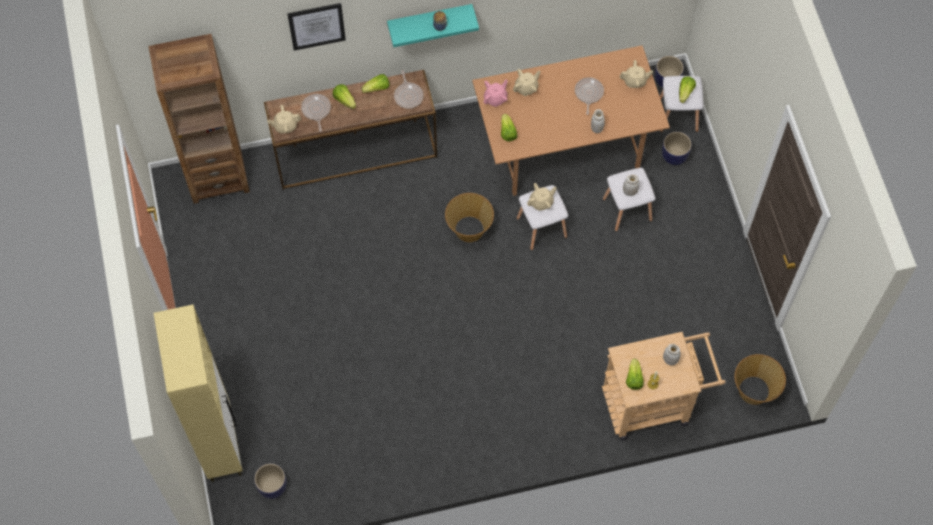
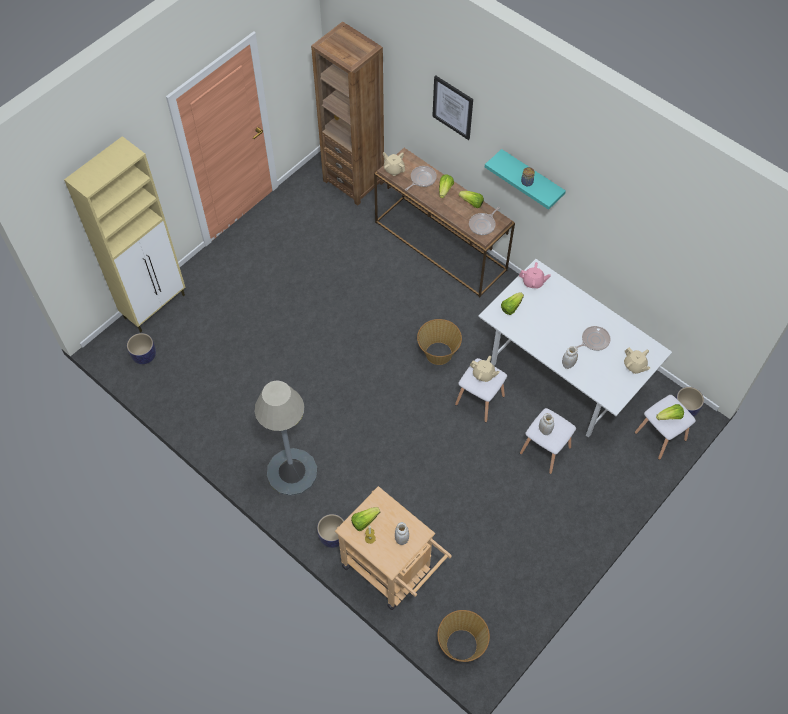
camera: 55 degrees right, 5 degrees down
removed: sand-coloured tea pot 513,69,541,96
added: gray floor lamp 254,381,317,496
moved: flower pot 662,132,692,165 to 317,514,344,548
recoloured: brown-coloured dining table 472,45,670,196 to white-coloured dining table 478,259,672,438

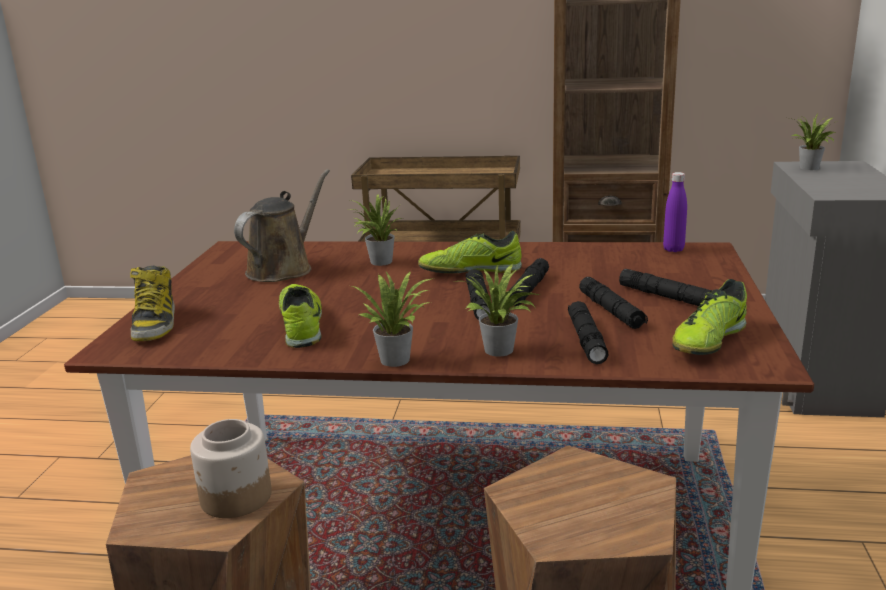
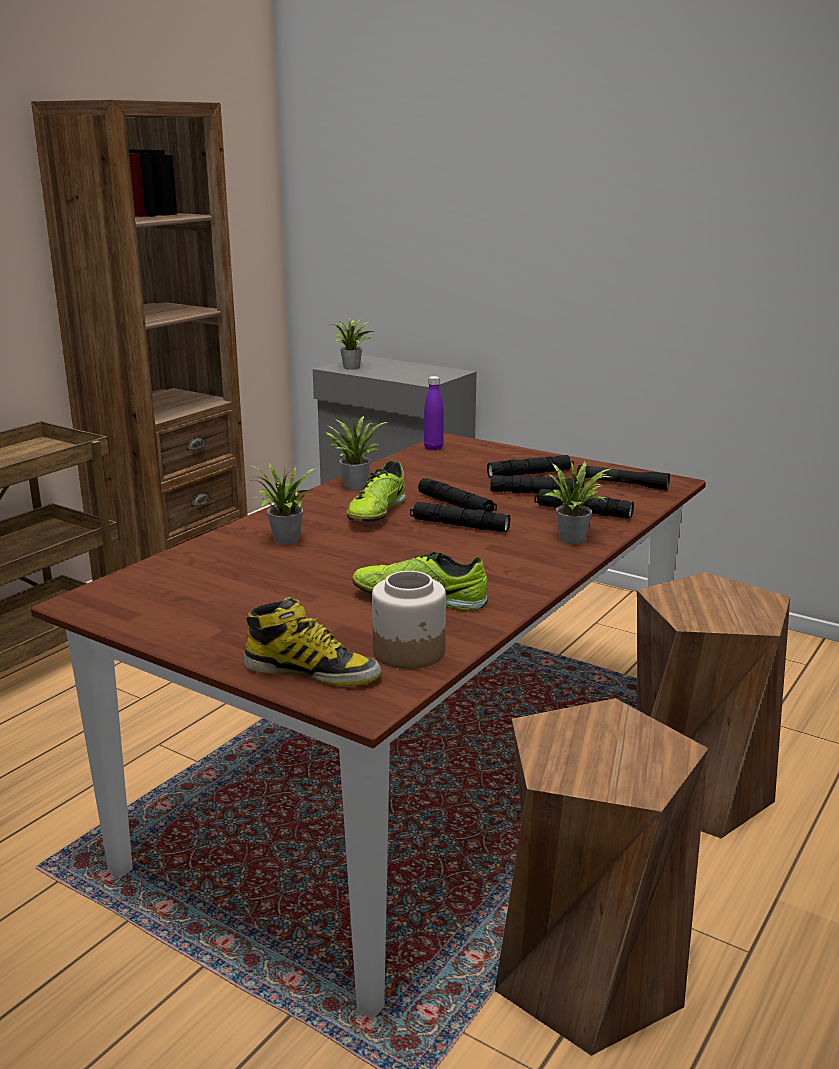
camera: 65 degrees left, 0 degrees up
removed: brown-coloured watering can 234,169,330,282
moved: potted plant 352,271,431,367 to 325,416,388,490; storage jar 190,419,272,518 to 372,571,446,669
replaced: low shoe 672,279,747,355 to black flashlight 577,465,670,490

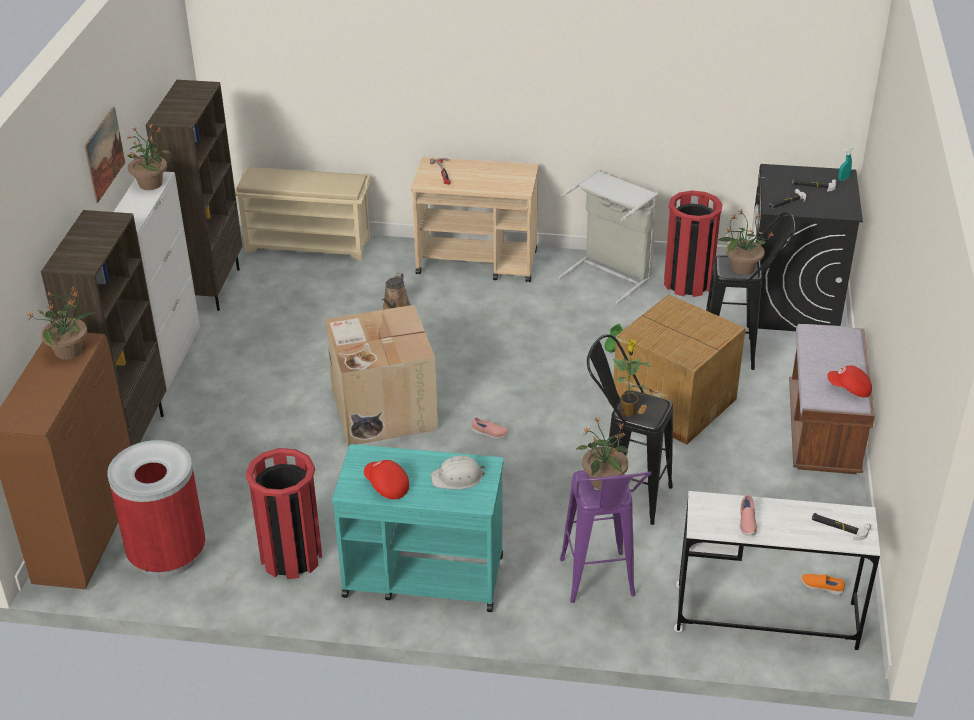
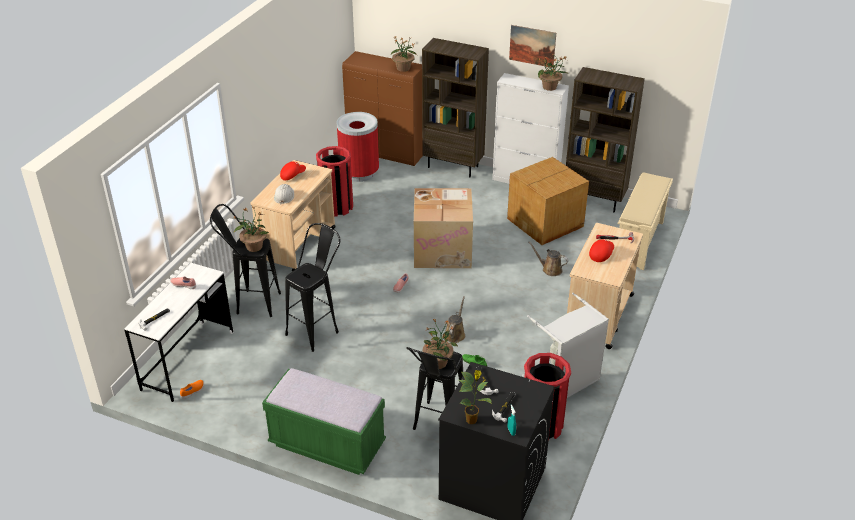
camera: 105 degrees right, 0 degrees up
added: brown-coloured watering can 445,296,465,343
moved: cardboard box 612,294,746,445 to 507,157,589,245; potted plant 613,340,652,417 to 459,370,492,424; reddish cap 827,365,872,398 to 589,239,614,262
recoloured: brown-coloured long seat 789,324,875,474 to green long seat 262,368,386,475; turquoise wheeled cart 332,444,504,612 to sand-coloured wheeled cart 251,160,336,272; purplish stool seat 560,470,652,603 to black stool seat 210,204,281,317

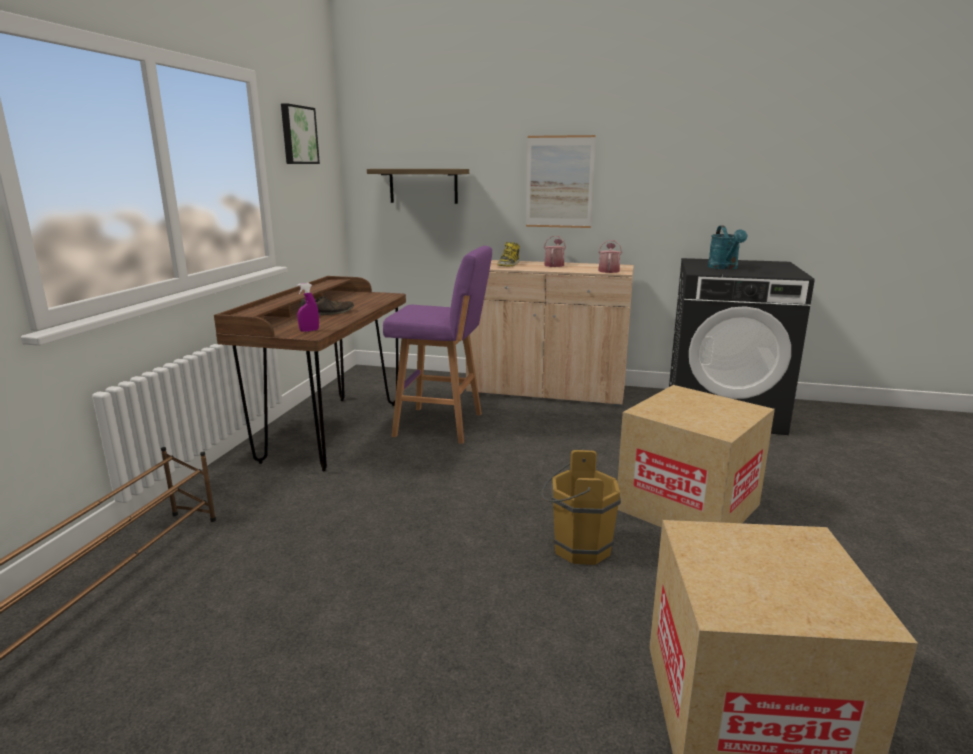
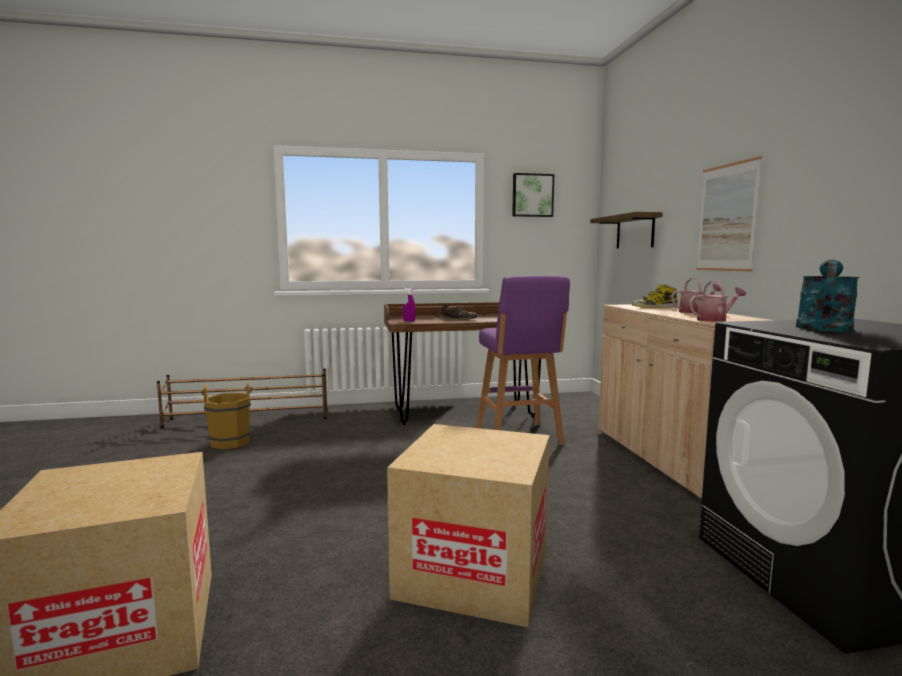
camera: 65 degrees right, 10 degrees down
moved: brown-coloured bucket 541,450,621,565 to 201,381,252,449
turned: turquoise watering can 708,226,747,269 = 796,260,860,332 150 degrees clockwise

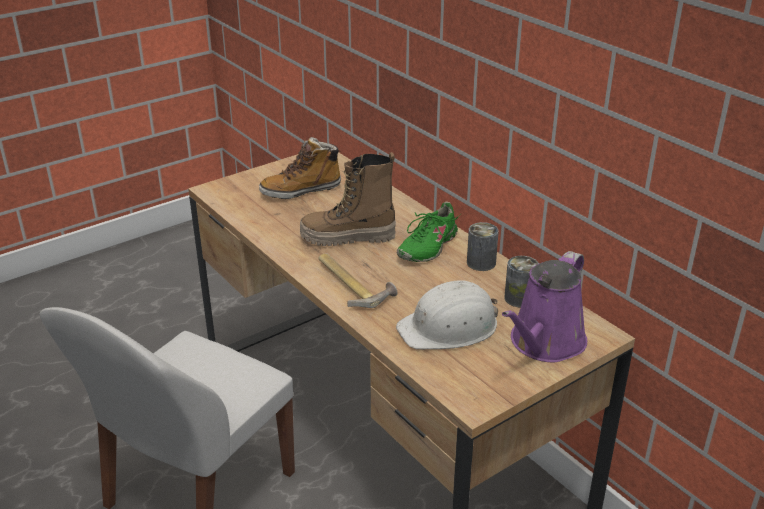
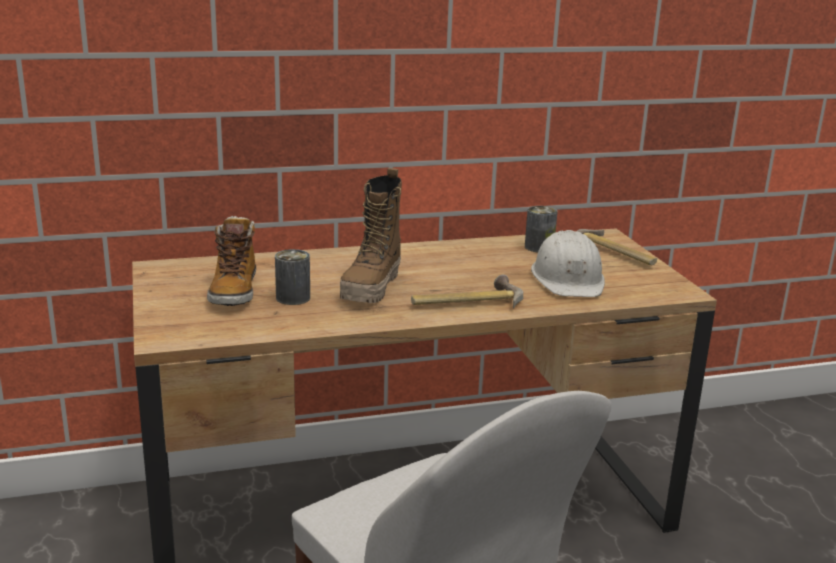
camera: 70 degrees left, 10 degrees down
removed: green low shoe 397,201,462,262
moved: metal can 467,222,499,271 to 275,249,310,305
replaced: purplish watering can 502,251,587,362 to hammer 576,229,657,265

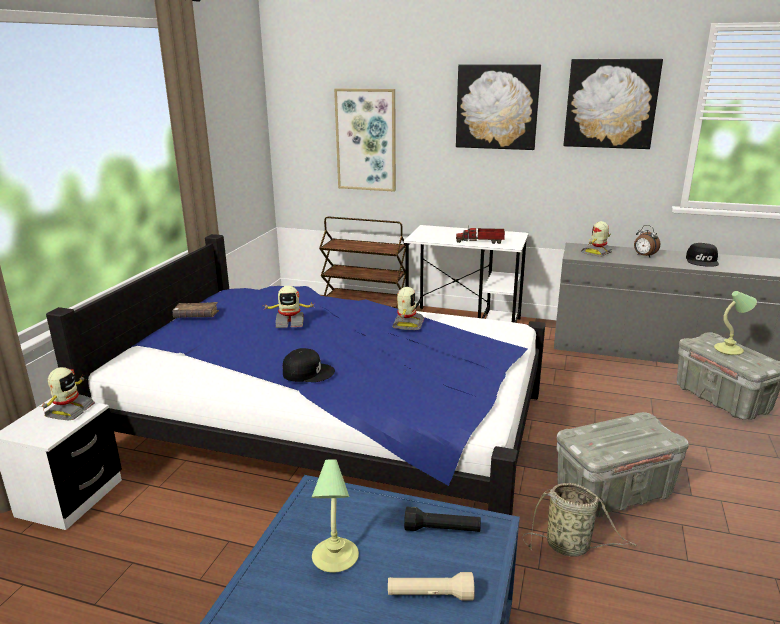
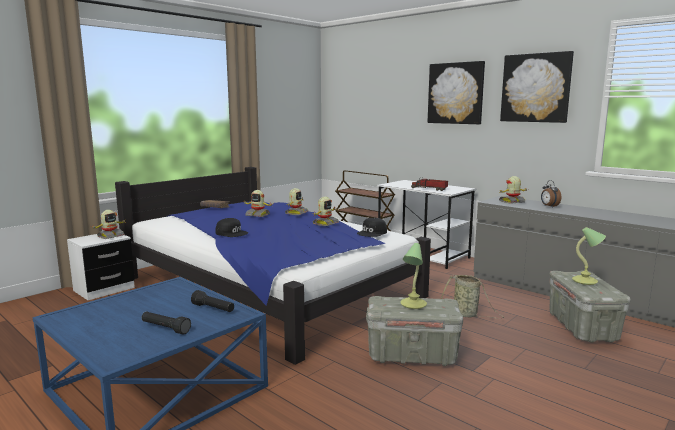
camera: 25 degrees right, 10 degrees down
removed: wall picture 334,88,396,192
added: model robot 285,188,308,215
moved: black cap 686,243,719,267 to 357,218,387,237; tabletop lamp 312,459,359,573 to 400,243,427,309; household basket 523,483,637,557 to 441,275,504,319
recoloured: sand-coloured flashlight 388,572,475,601 to black flashlight 141,311,191,335

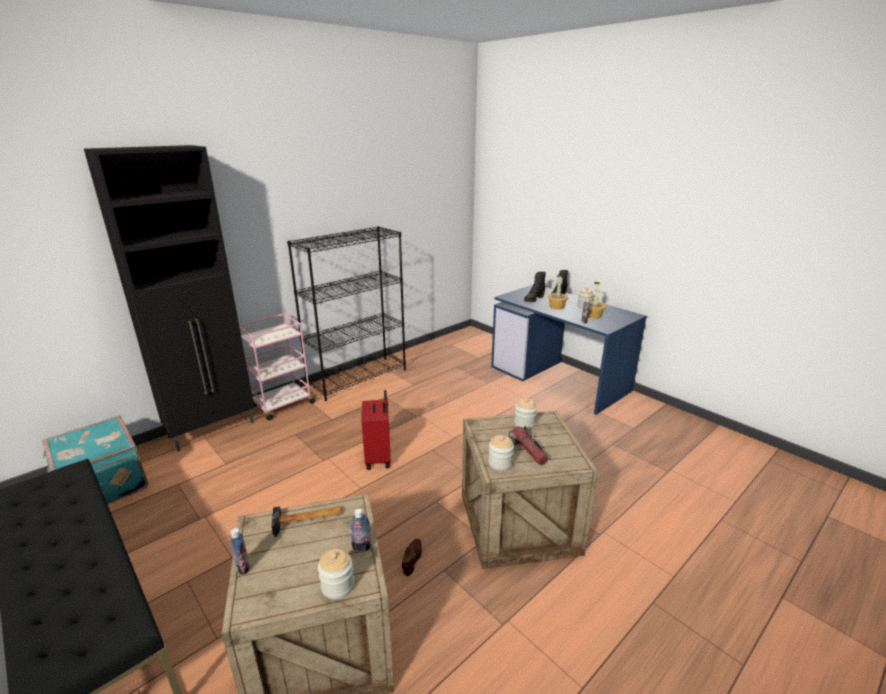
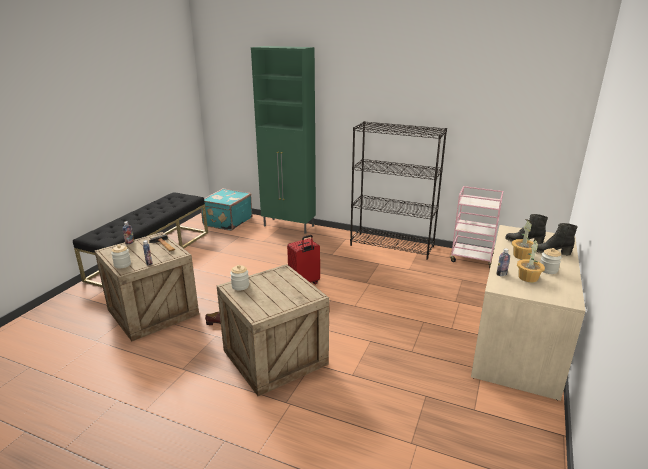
camera: 65 degrees right, 0 degrees up
removed: storage jar 514,398,537,429; flashlight 509,426,548,465
moved: pink-coloured wheeled cart 239,313,318,420 to 450,186,503,268
recoloured: black cupboard 84,145,254,452 to green cupboard 251,46,316,234; blue desk unit 491,285,647,415 to sand-coloured desk unit 471,225,585,401

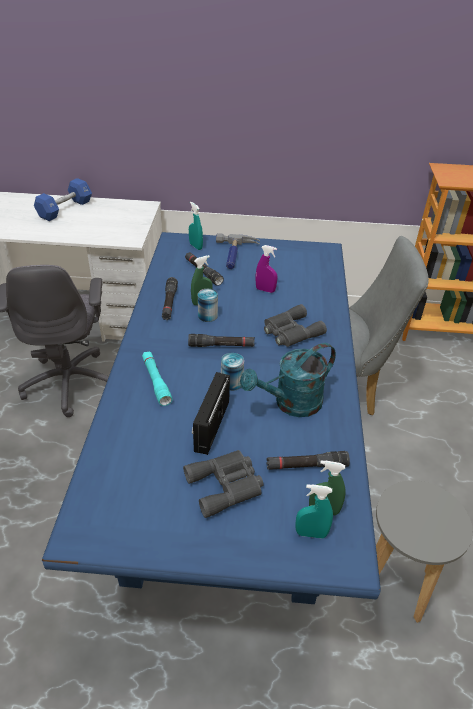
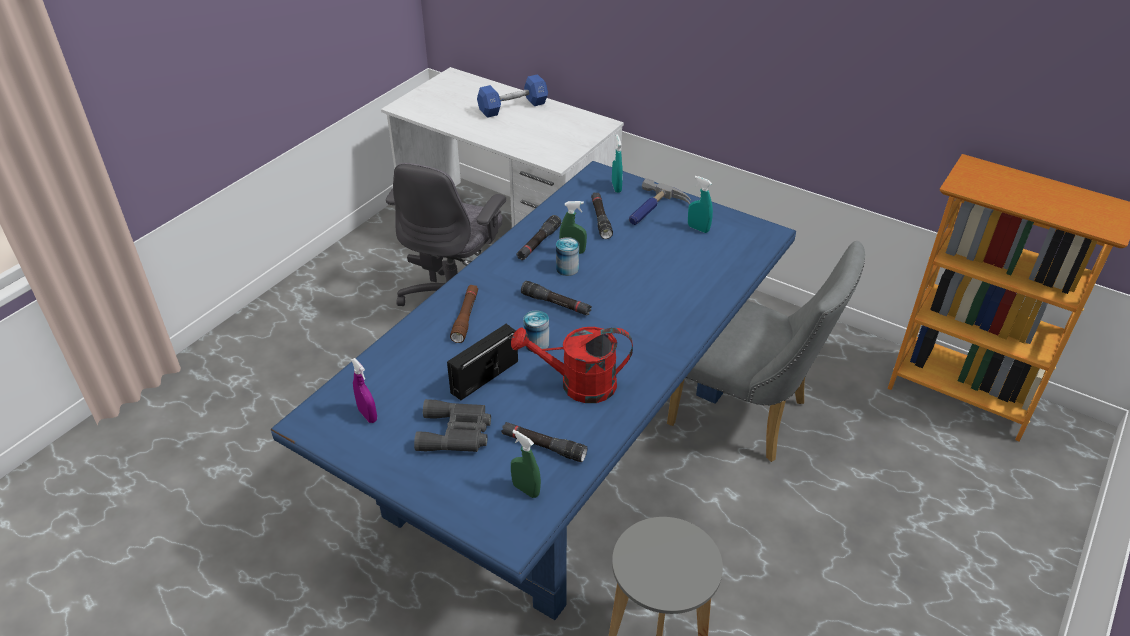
camera: 30 degrees right, 0 degrees up
removed: gray pair of binoculars 264,304,327,347
moved: purplish sprayer 256,245,277,293 to 351,358,377,423; turquoise sprayer 295,484,333,539 to 688,176,713,233
recoloured: turquoise watering can 240,343,336,417 to reddish watering can 511,327,633,403; turquoise flashlight 142,351,172,406 to brown-coloured flashlight 450,285,478,343

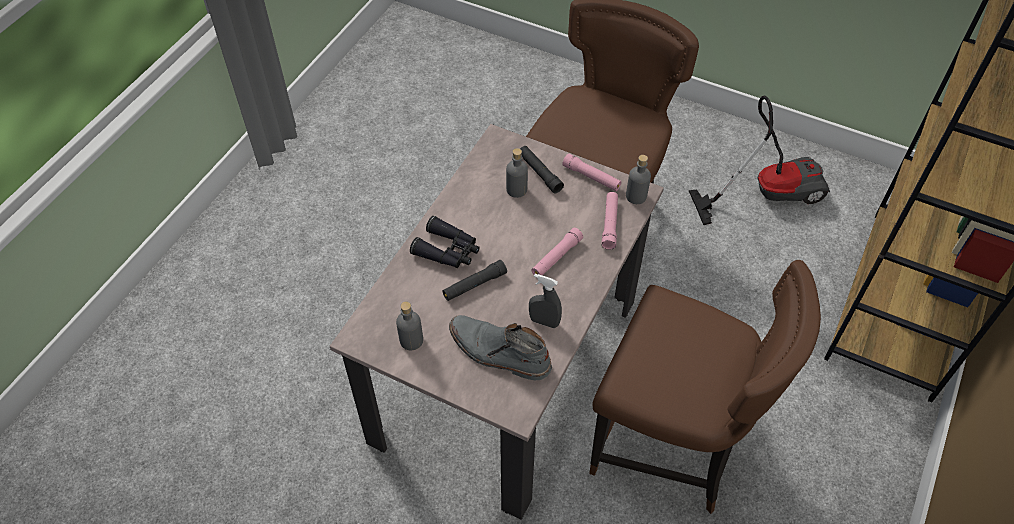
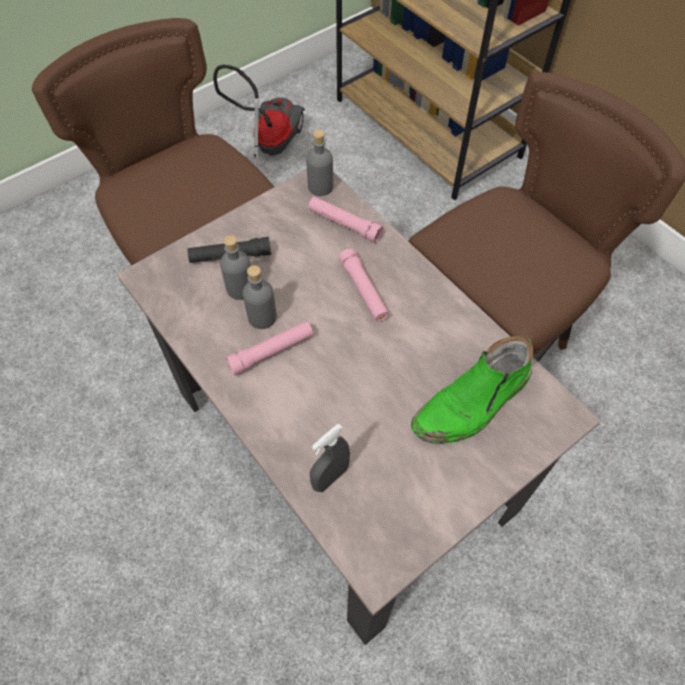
camera: 65 degrees left, 5 degrees up
removed: black pair of binoculars 410,216,480,268; black flashlight 442,260,507,301
moved: pink-coloured flashlight 562,154,621,191 to 226,321,313,375; gray sprayer 529,274,562,328 to 310,423,350,492; gray beverage bottle 396,301,423,350 to 242,265,277,329
recoloured: gray boot 449,315,552,380 to green boot 411,336,533,444

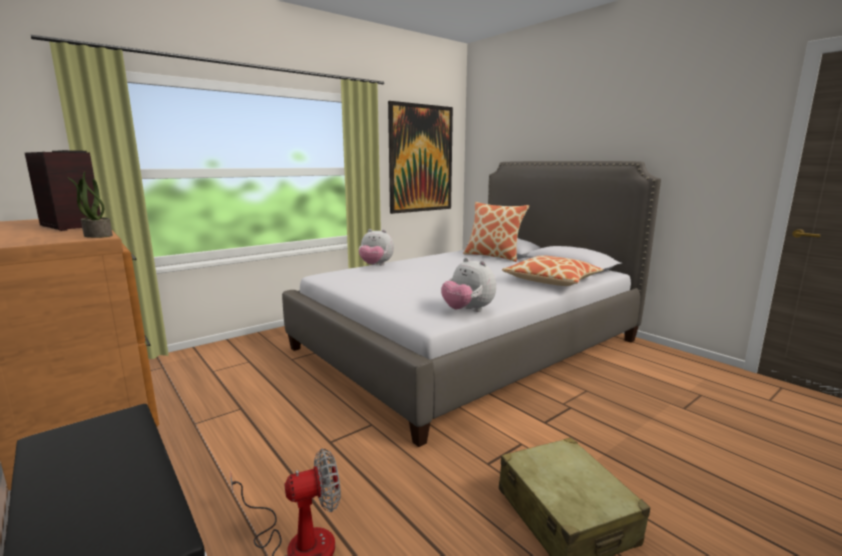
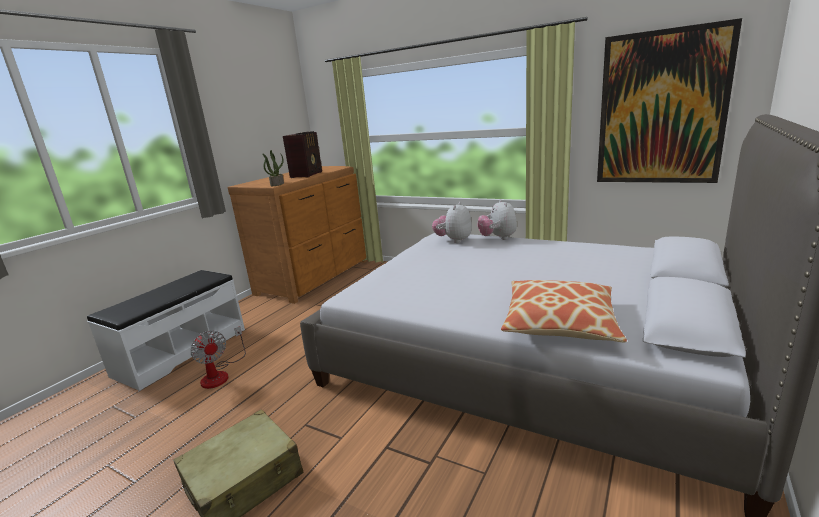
camera: 70 degrees right, 5 degrees up
removed: cushion 463,202,529,262
moved: plush toy 441,258,496,312 to 432,202,472,243

